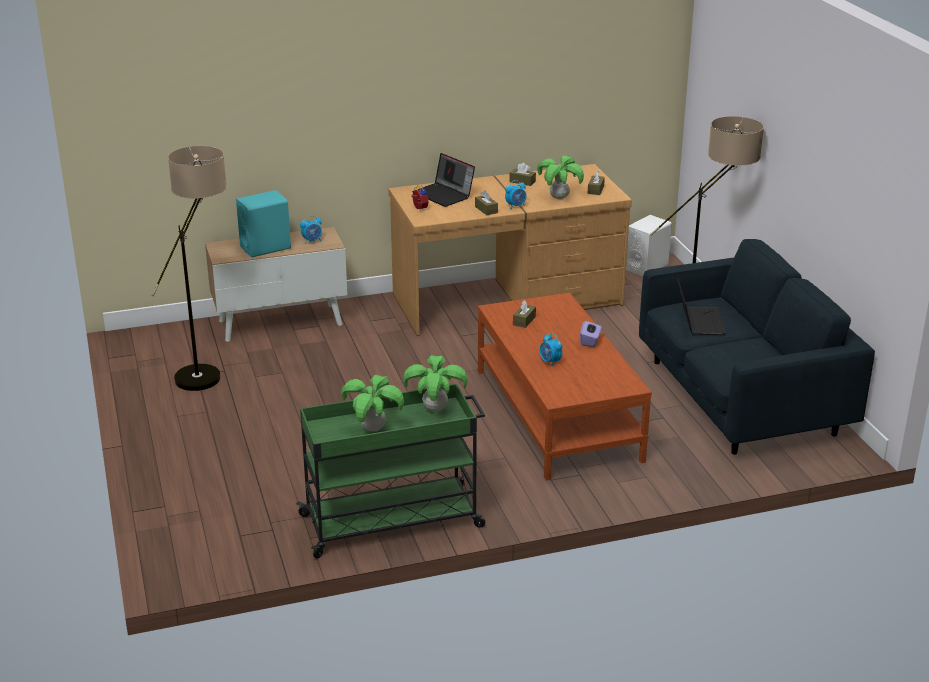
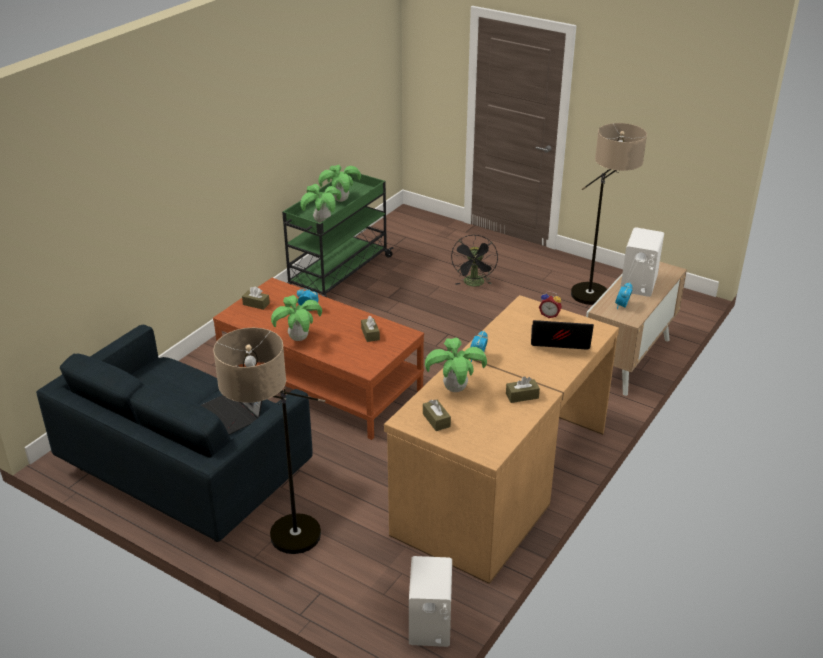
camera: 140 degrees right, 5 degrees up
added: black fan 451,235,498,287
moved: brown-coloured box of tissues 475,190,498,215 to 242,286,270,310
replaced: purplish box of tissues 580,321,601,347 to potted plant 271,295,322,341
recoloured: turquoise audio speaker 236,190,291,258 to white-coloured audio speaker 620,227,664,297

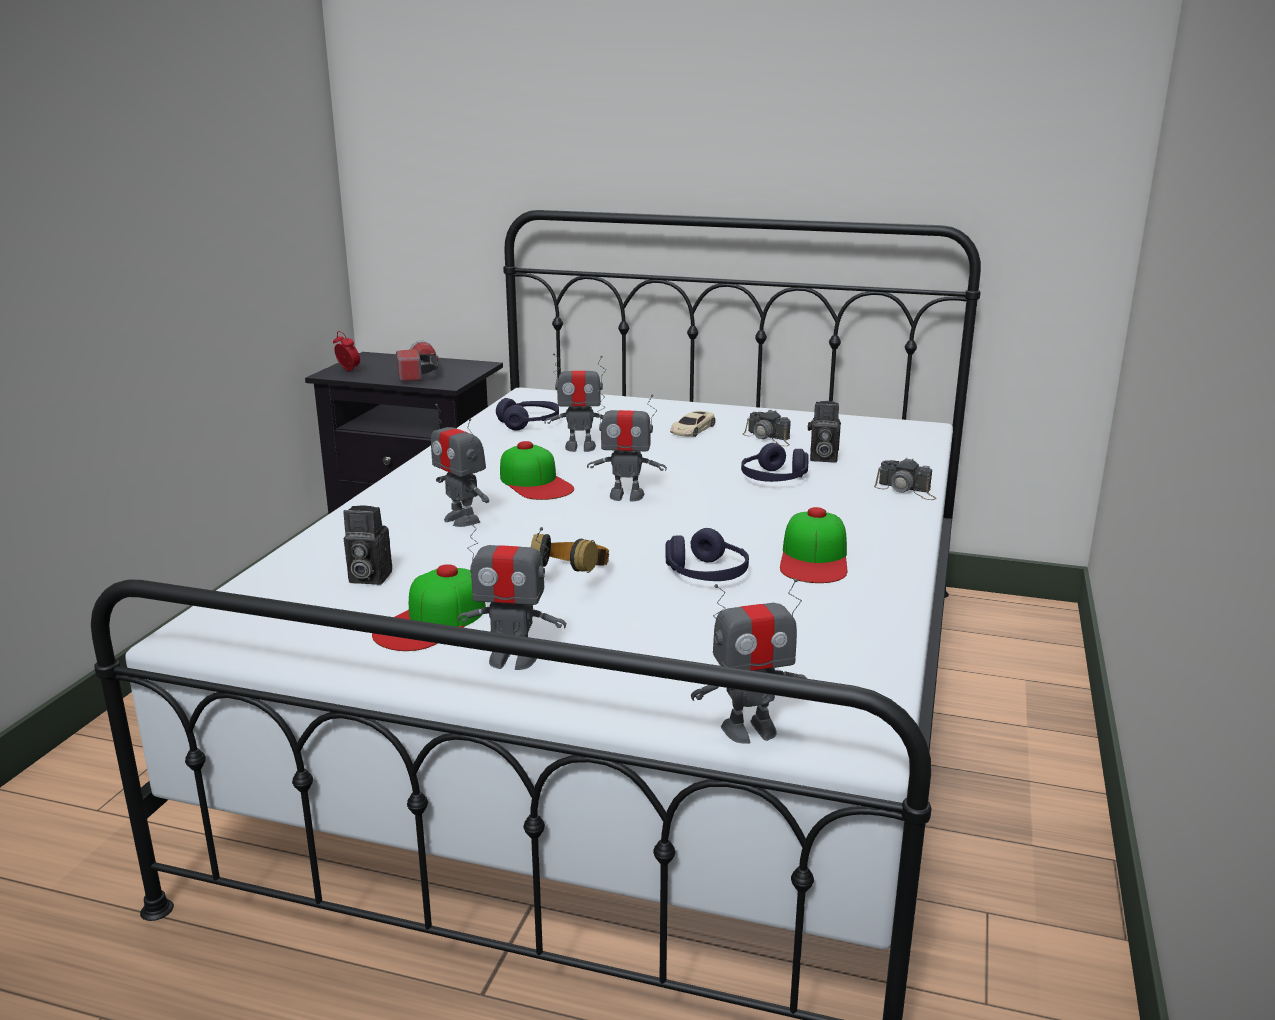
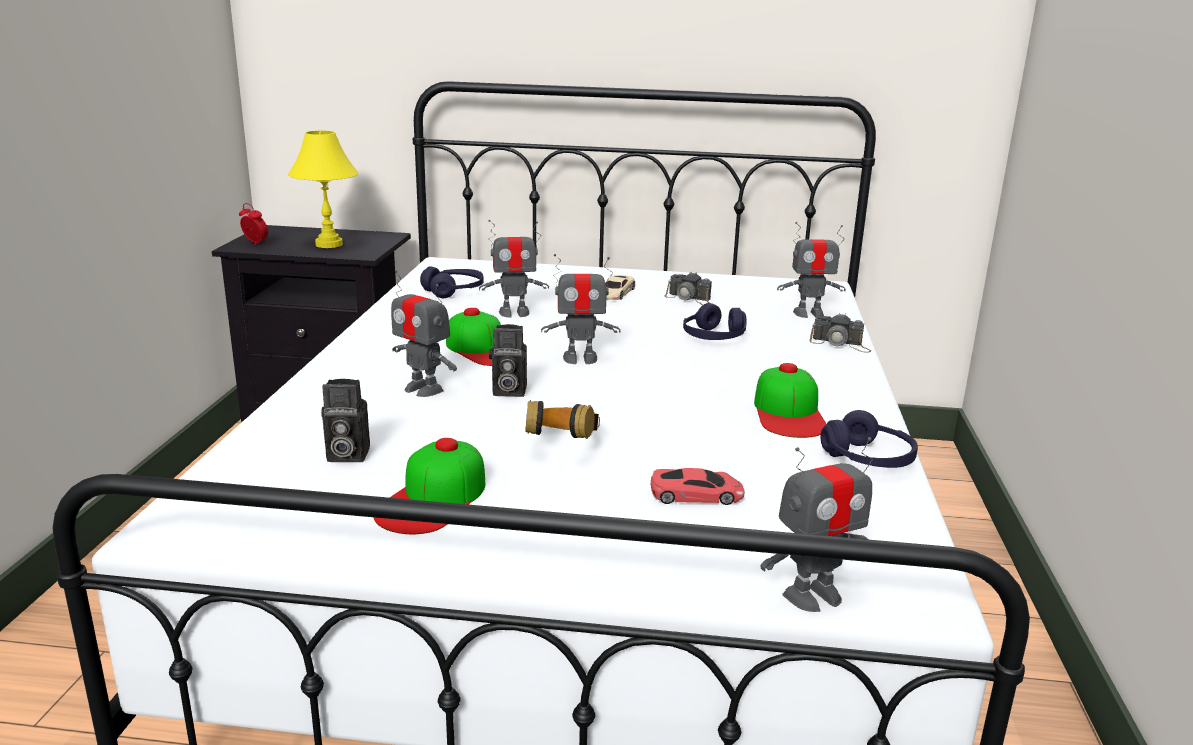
camera: 10 degrees left, 0 degrees up
added: reddish miniature car 651,468,745,505
moved: still camera 808,401,841,463 to 489,324,527,397; model robot 457,520,566,670 to 777,222,846,318; purplish headset 665,528,749,581 to 821,410,918,468
replaced: flashlight 396,341,438,382 to yellow tabletop lamp 288,131,359,248

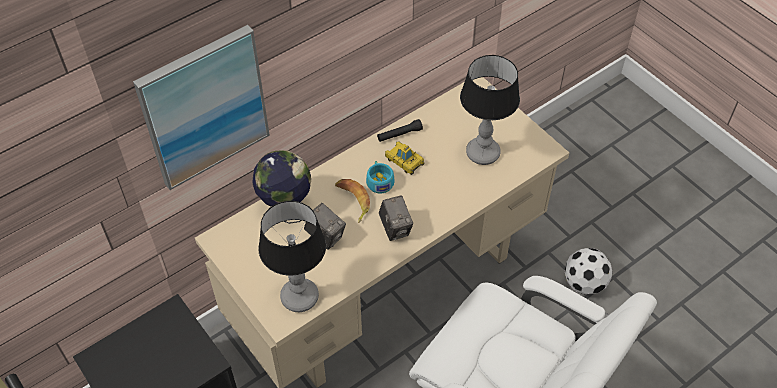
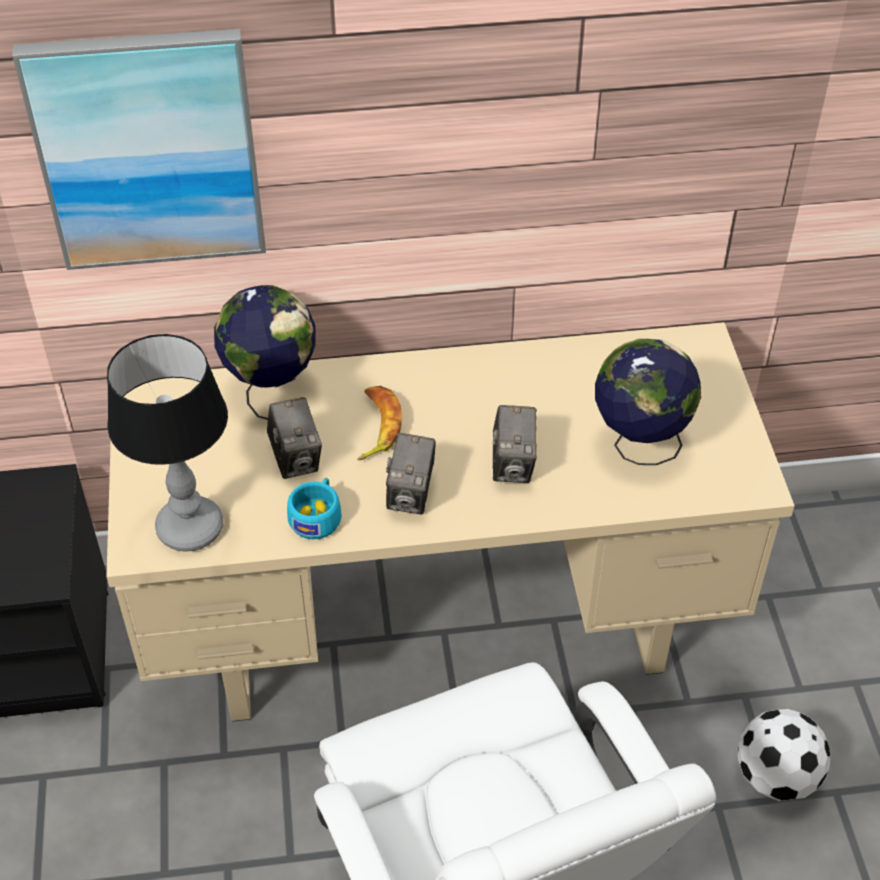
camera: 30 degrees right, 5 degrees down
removed: black flashlight 377,119,423,142; miniature car 385,141,425,175
added: still camera 493,405,537,483
moved: turquoise drinking cup 366,161,395,193 to 287,478,342,539
replaced: tabletop lamp 460,55,520,165 to world globe 595,339,701,465

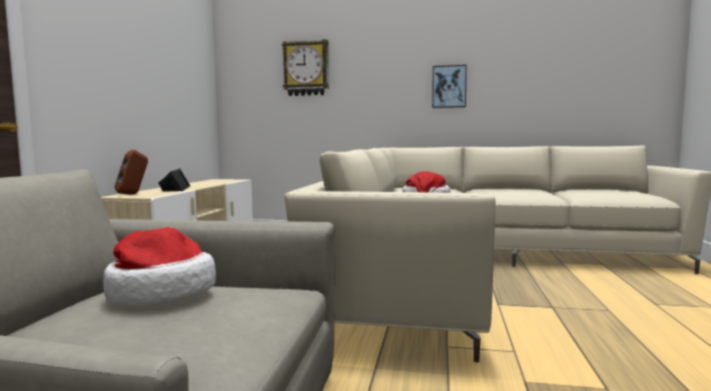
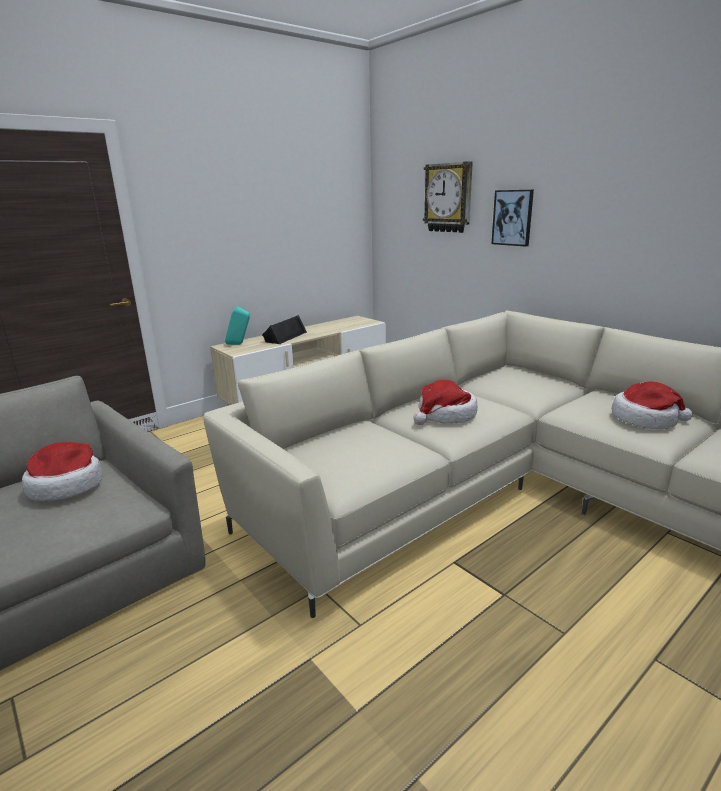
camera: 40 degrees right, 15 degrees up
added: clothing hat 612,381,693,429
moved: wall picture 432,65,467,108 to 491,190,534,247
recoloured: brown-coloured audio speaker 115,150,148,195 to turquoise audio speaker 225,306,250,345

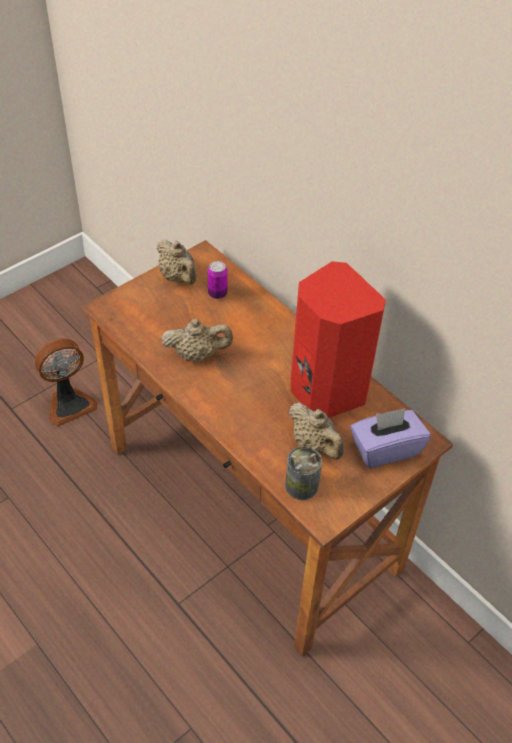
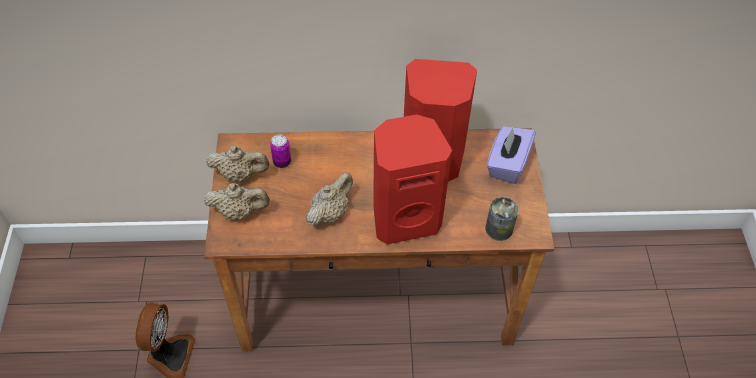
camera: 50 degrees left, 5 degrees up
added: reddish audio speaker 373,114,452,244
moved: sand-coloured tea pot 289,402,344,460 to 204,183,270,220

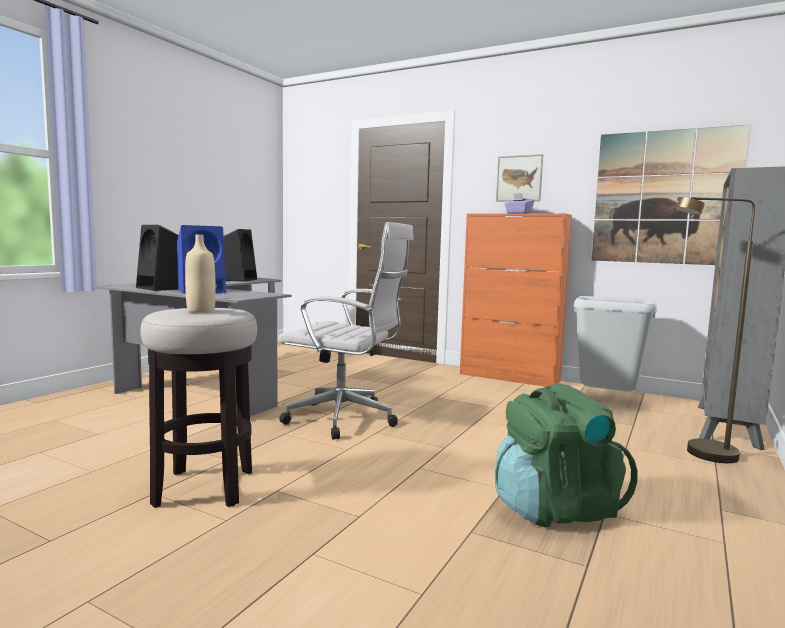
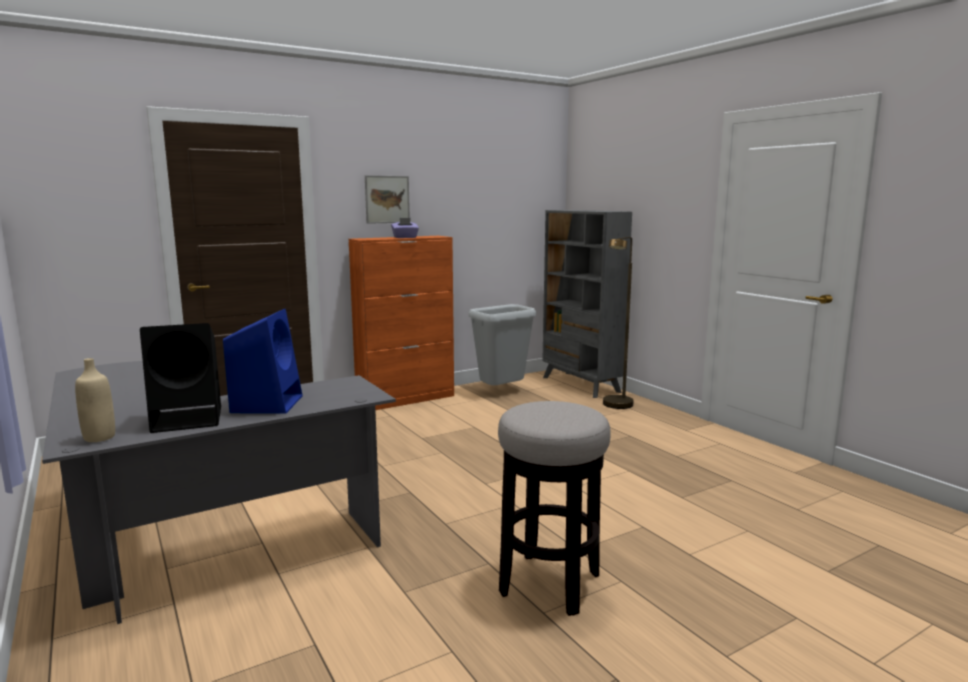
camera: 60 degrees left, 5 degrees up
removed: wall picture 592,125,751,265; white-coloured computer chair 278,222,414,440; black audio speaker 224,229,257,282; green backpack 495,383,638,527
moved: sand-coloured beverage bottle 185,235,216,313 to 75,358,115,442

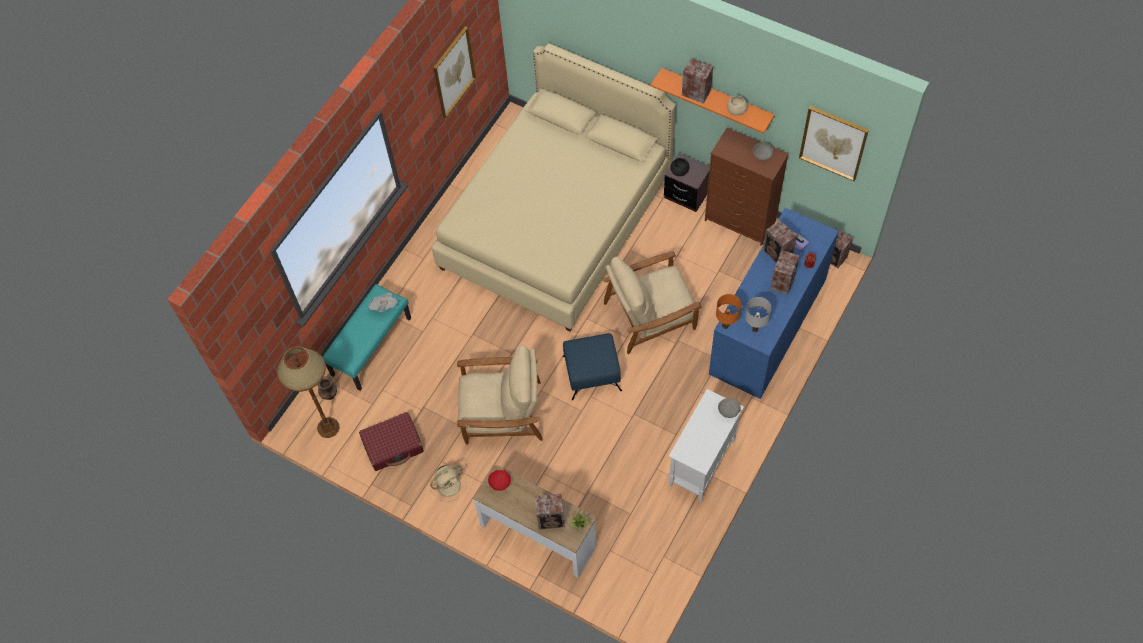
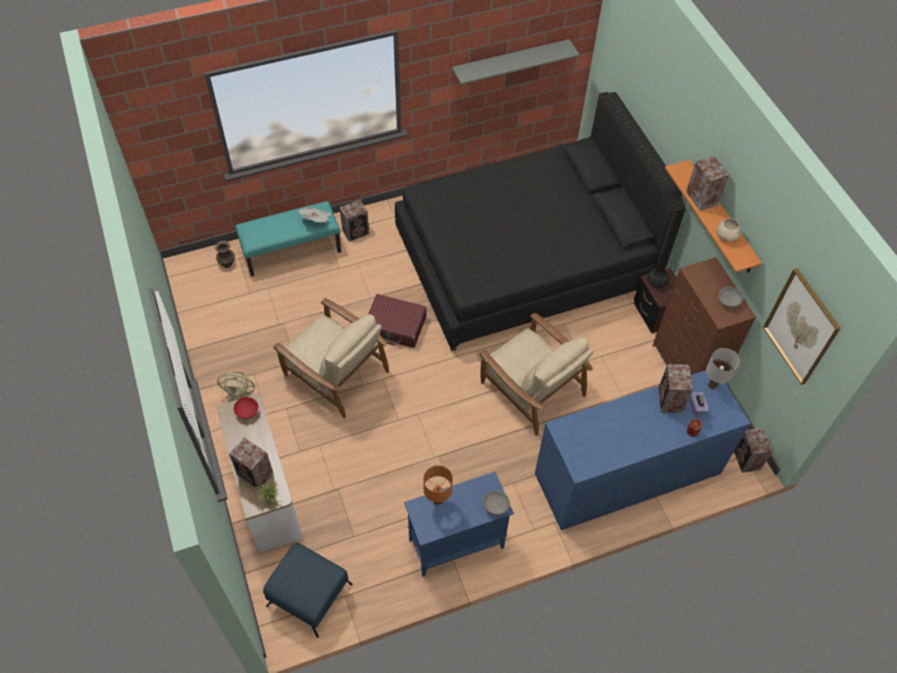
camera: 35 degrees right, 5 degrees down
removed: brown-coloured floor lamp 277,346,340,438
moved: audio speaker 770,250,799,295 to 340,200,369,242; orange-coloured tabletop lamp 716,294,741,329 to 423,466,453,505; white-coloured tabletop lamp 745,297,771,332 to 706,348,740,390; blue footrest 563,333,622,400 to 263,543,352,638; reddish travel case 359,412,424,471 to 368,294,426,348
replaced: wall picture 433,26,476,118 to gray shelf 452,39,580,85
recoloured: sand-coloured sleeping bed 432,43,676,332 to black sleeping bed 395,92,686,351; white-coloured cupboard 668,389,744,502 to blue cupboard 404,472,514,577
turned: sand-coloured lounge chair 604,251,702,354 = 479,313,594,436 150 degrees counterclockwise

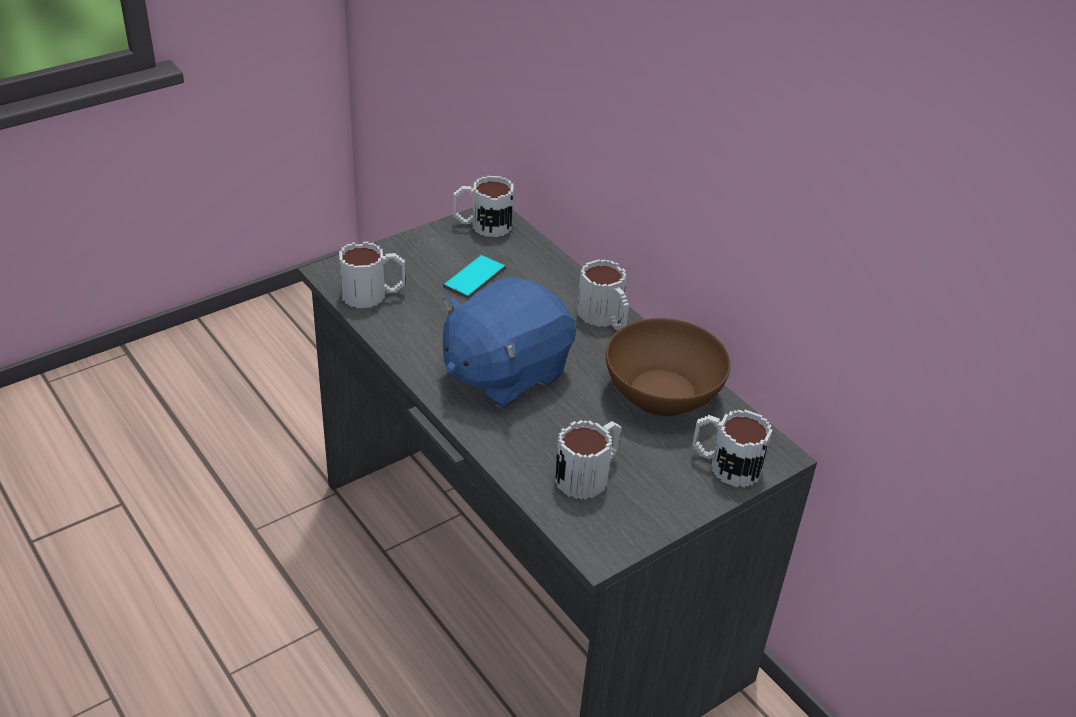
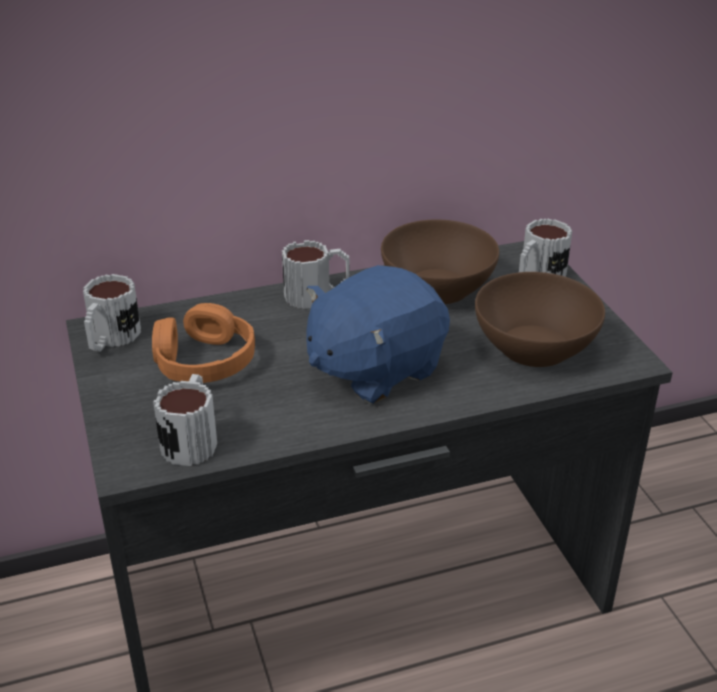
camera: 70 degrees left, 5 degrees down
replaced: handset 443,254,506,299 to orange-coloured headset 152,303,255,383; mug 555,420,622,500 to brown-coloured bowl 475,272,605,367
turned: blue plush toy 443,276,576,409 = 306,265,450,404 75 degrees clockwise

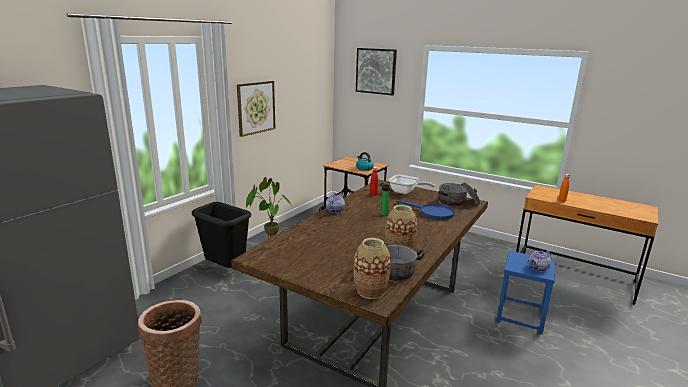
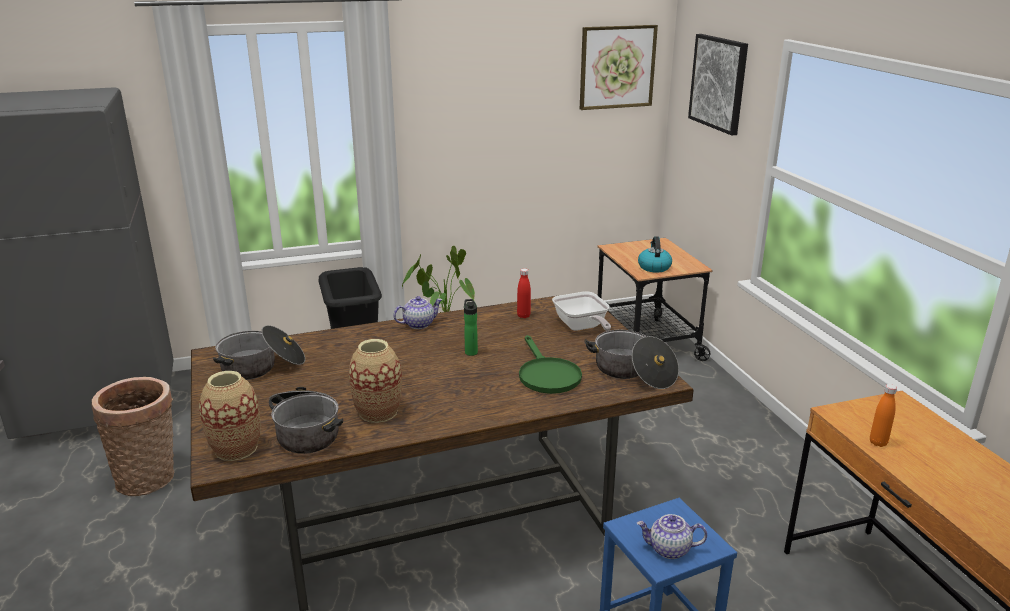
camera: 40 degrees right, 5 degrees up
added: cooking pot 213,325,305,380
moved: wall picture 237,81,276,137 to 580,25,658,110
recoloured: blue pan 397,200,455,220 to green pan 519,335,582,394

